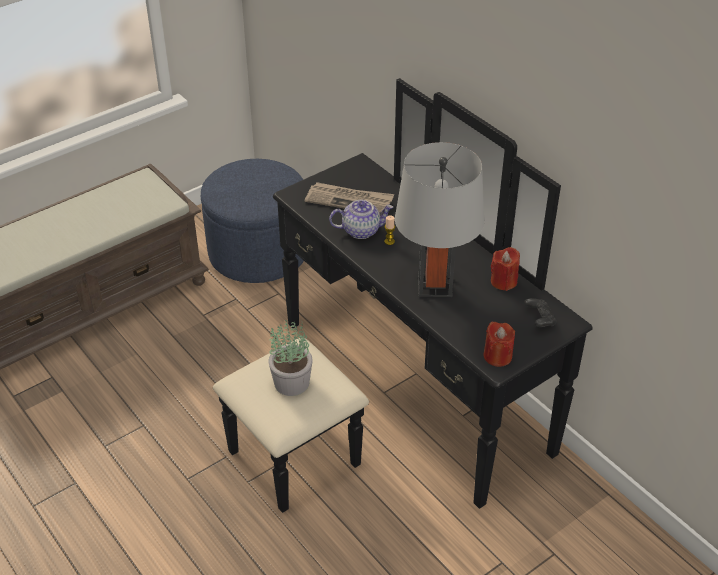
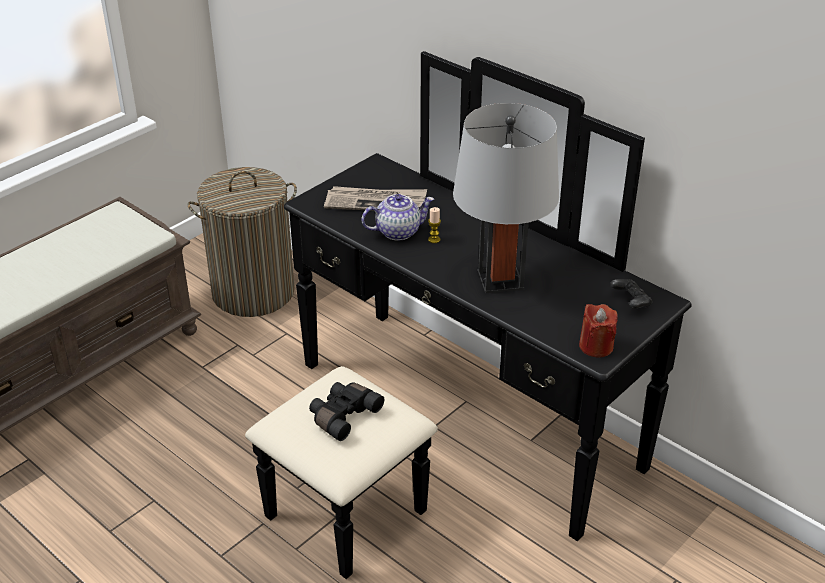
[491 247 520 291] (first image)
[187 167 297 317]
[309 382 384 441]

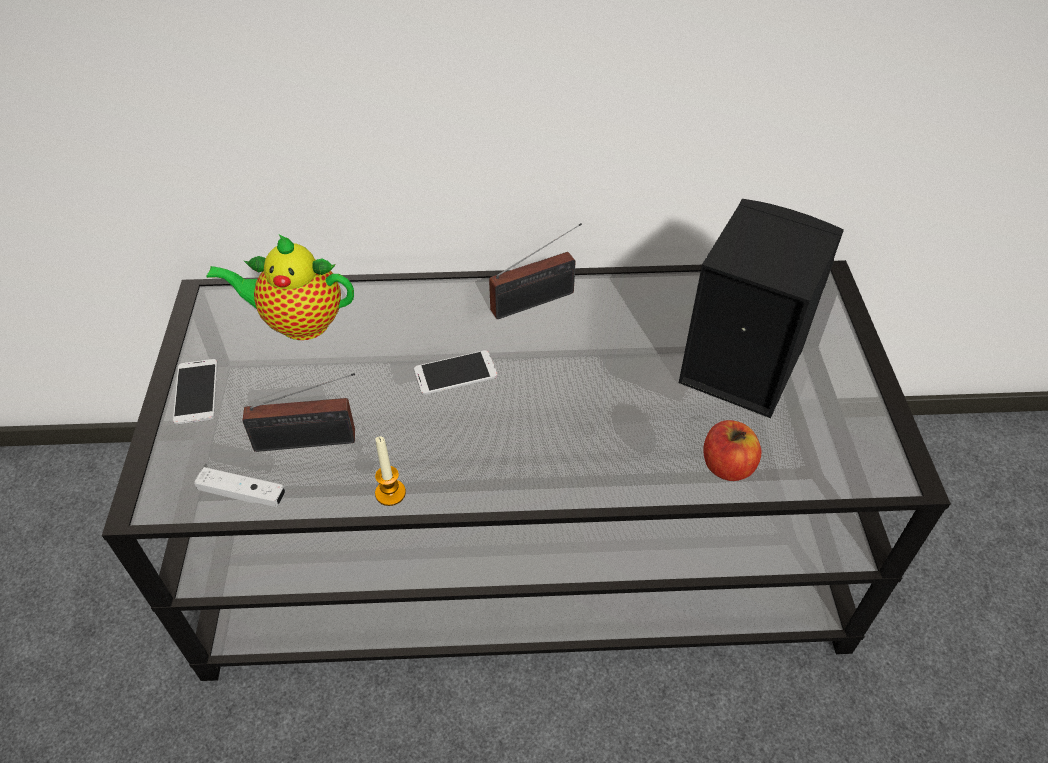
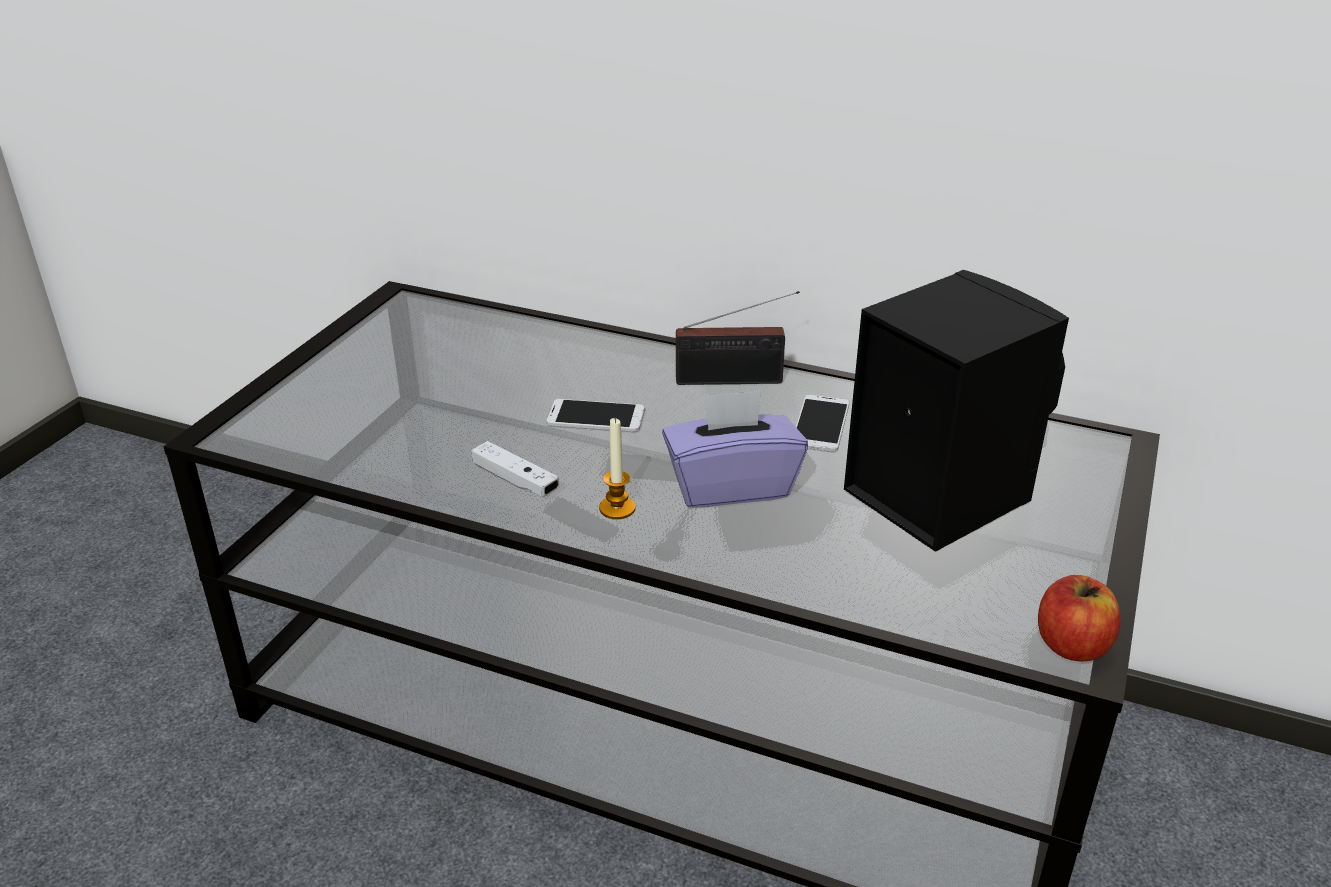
[207 234 354 340] (first image)
[243 373 355 452] (first image)
[662 390 808 508]
[796 395 849 452]
[471 441 559 497]
[599 418 636 519]
[1038 575 1121 661]

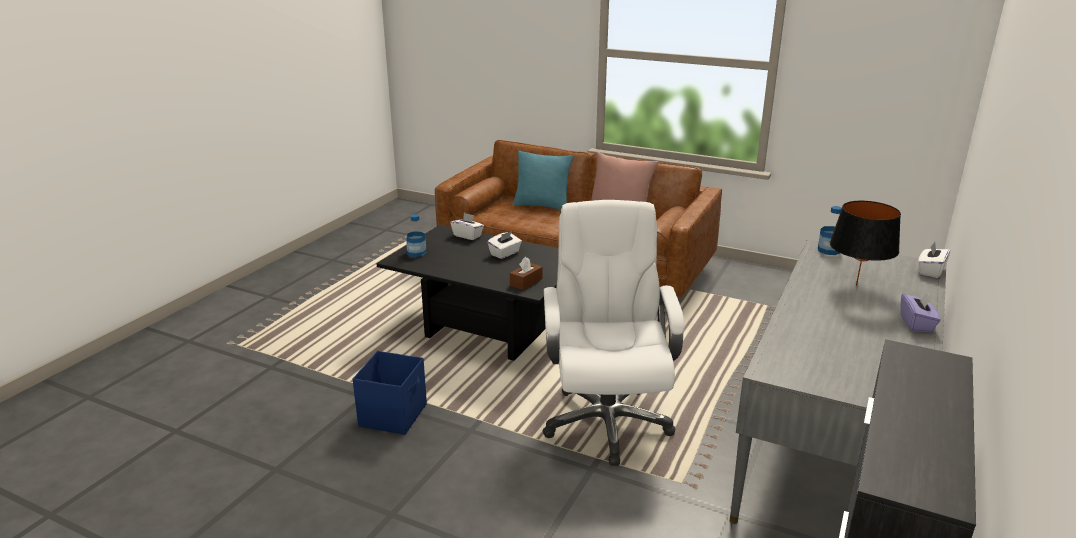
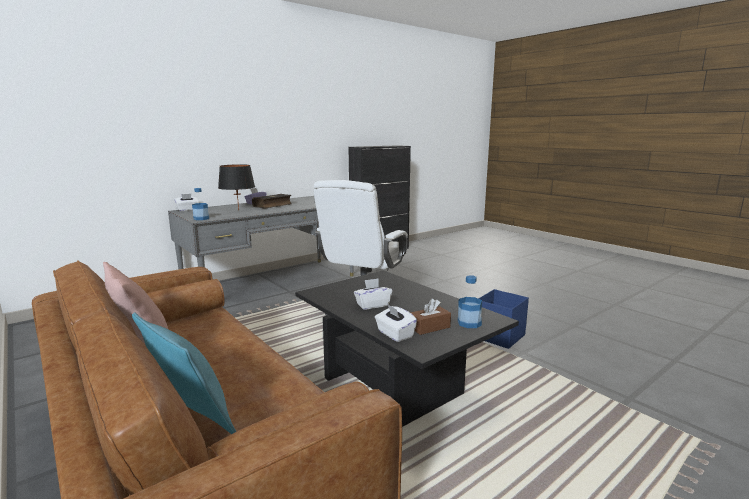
[252 194 291 208]
[411 299 451 335]

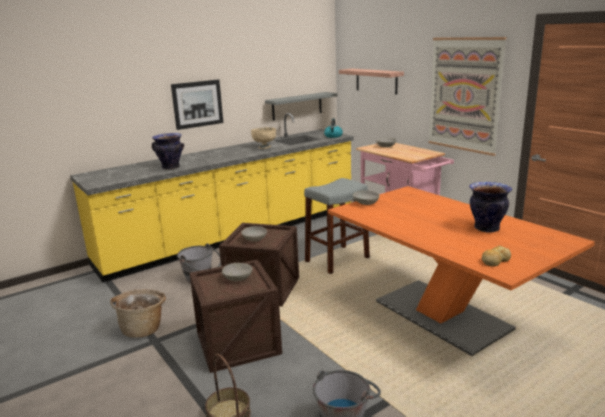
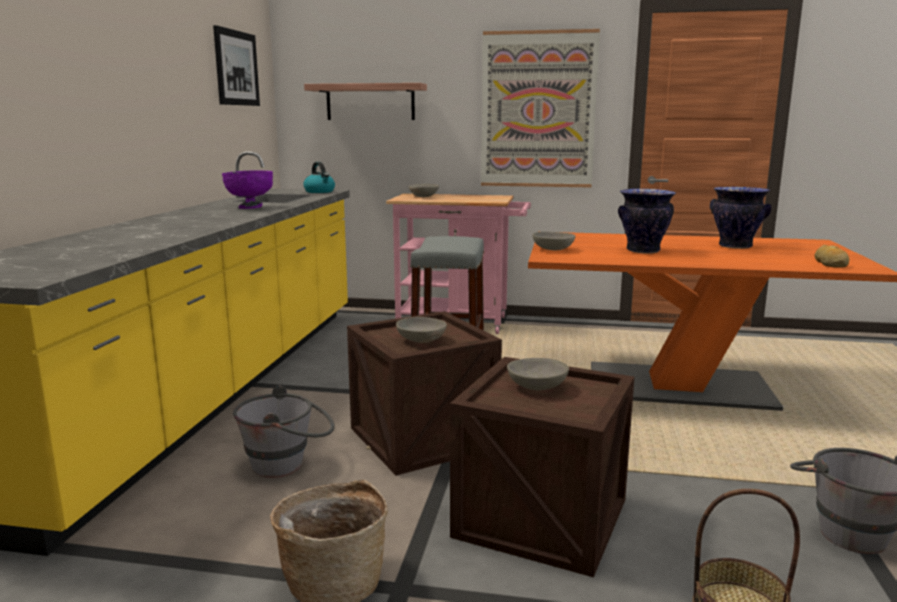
[265 92 338 121] (first image)
[618 189 676 254]
[213 25 260 106]
[222 170 273 209]

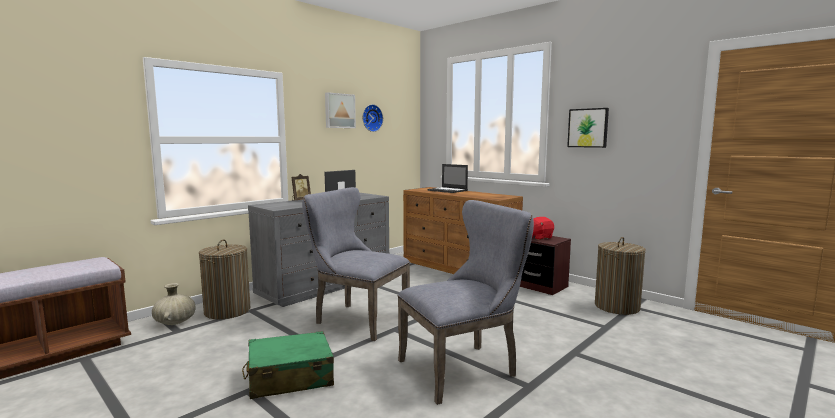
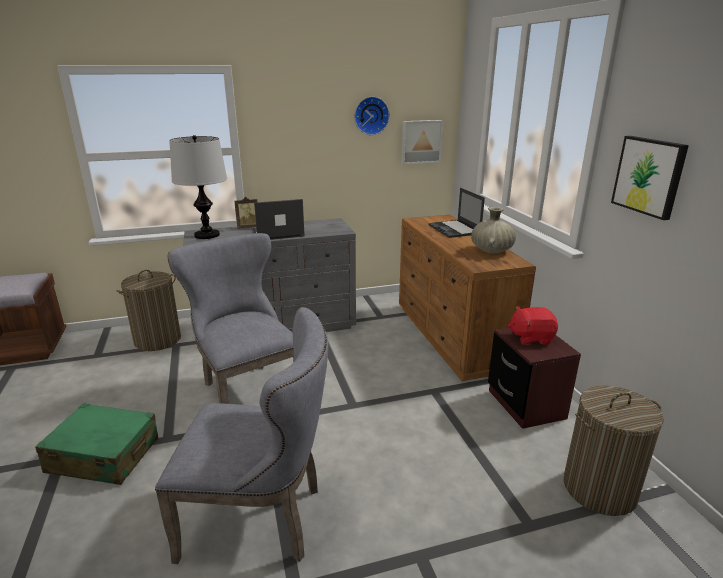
[169 135 227 239]
[471 207 516 253]
[401 120 443 164]

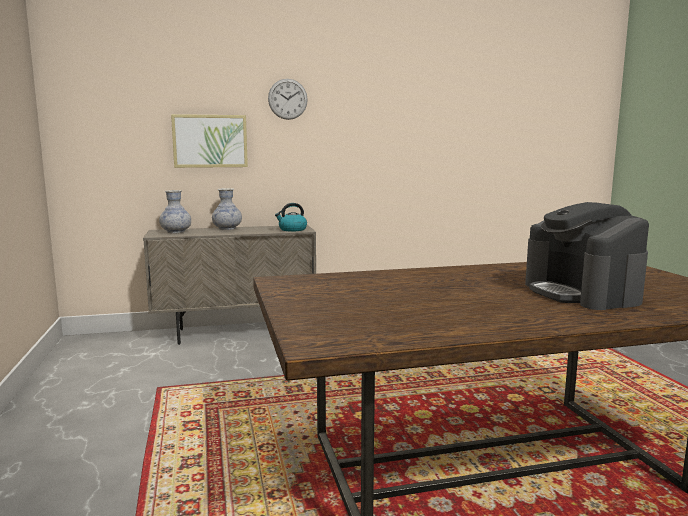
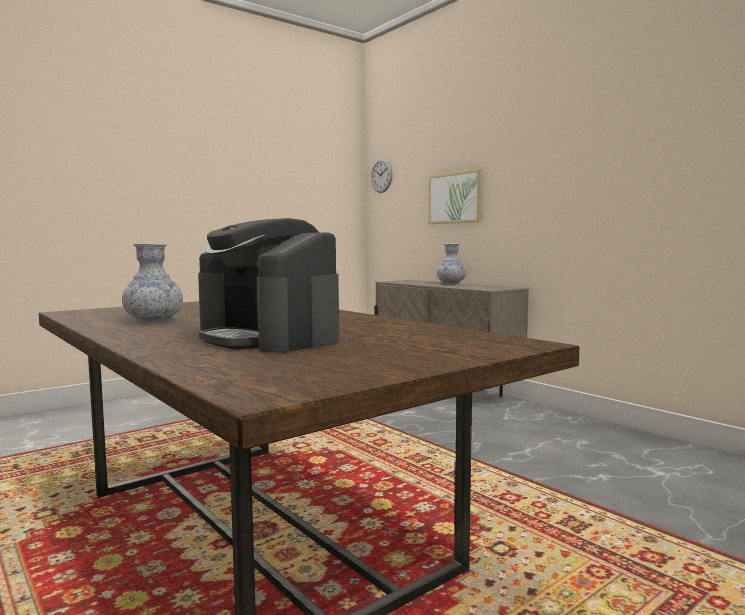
[275 203 307 232] (first image)
[122 243 183 323]
[371 158 393 193]
[198 218 340 353]

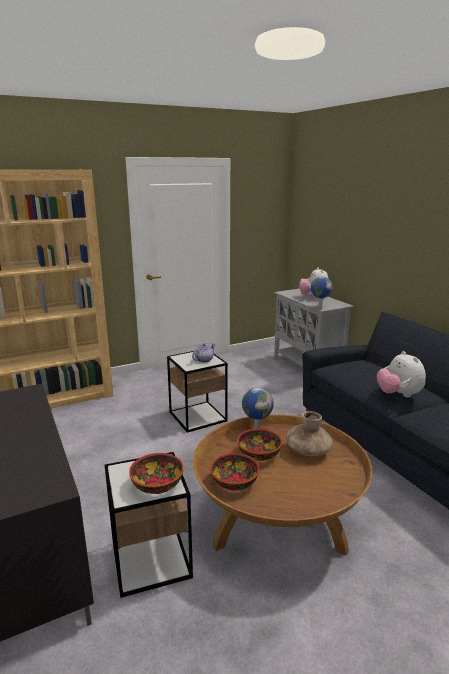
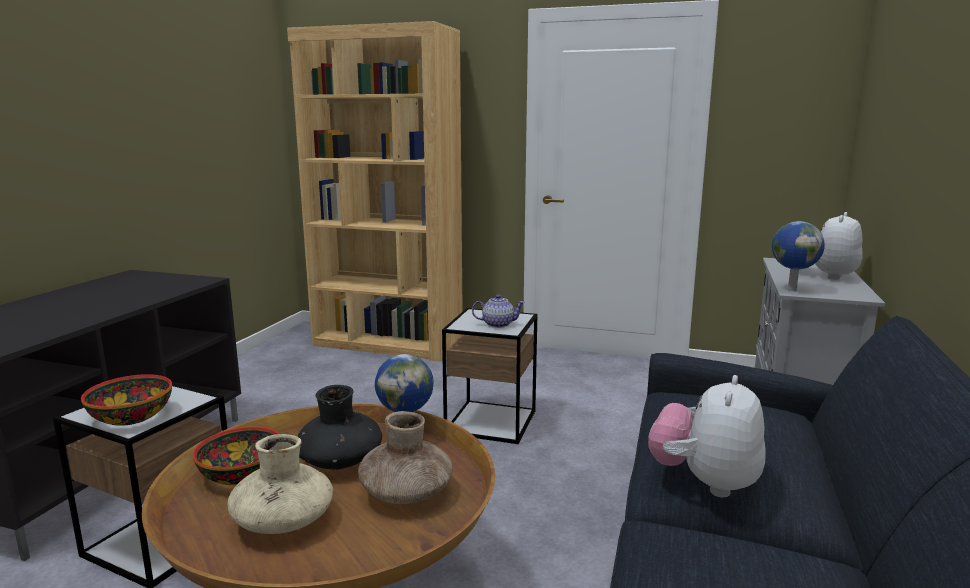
[228 434 333 534]
[297 385 382 469]

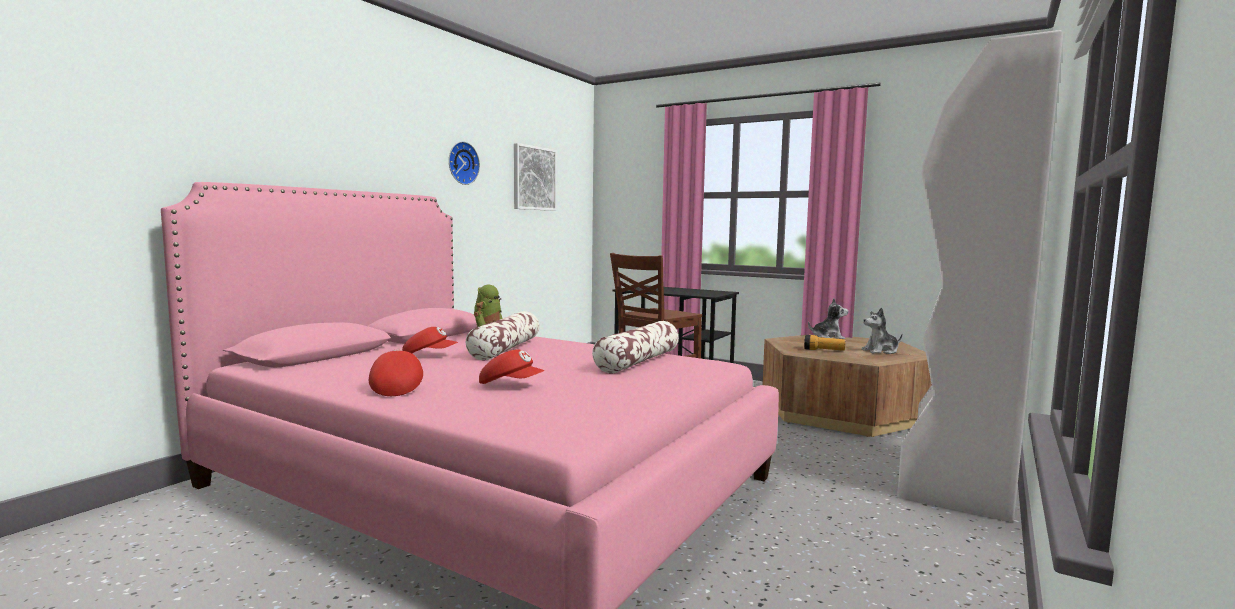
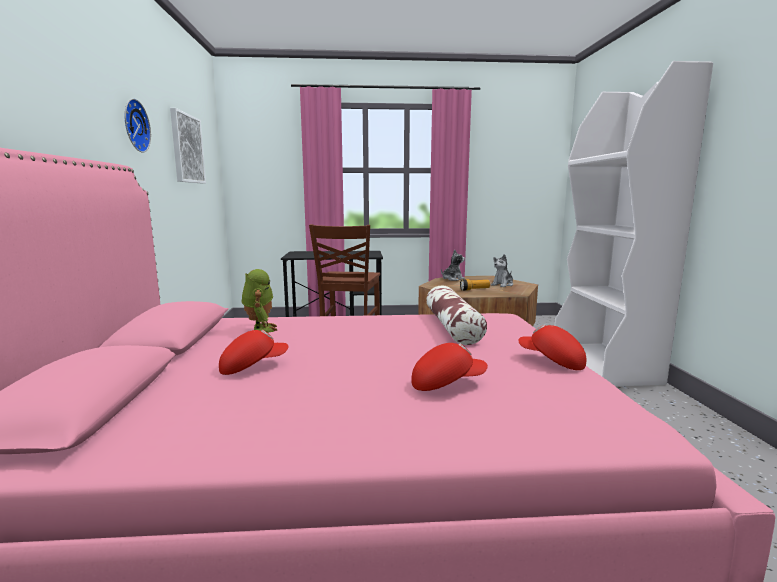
[465 311 539 360] (first image)
[518 325 586 370]

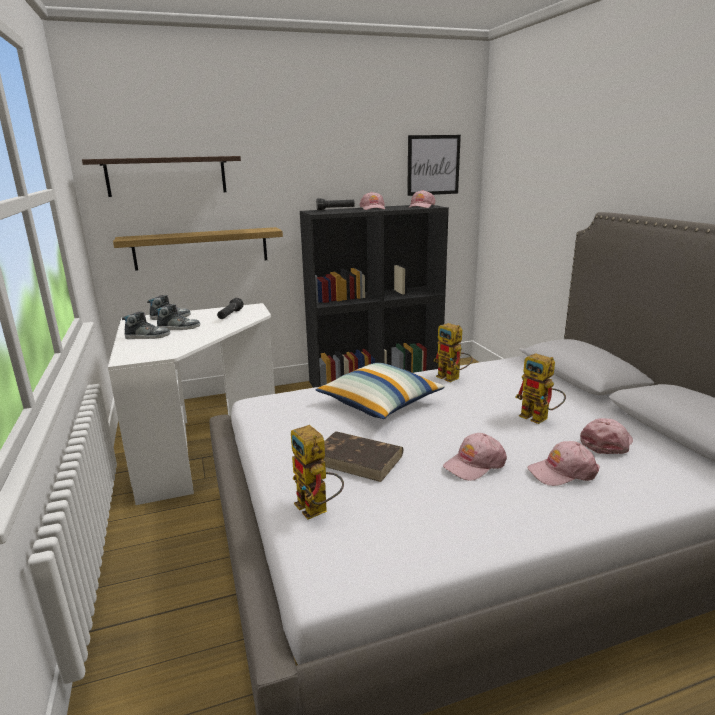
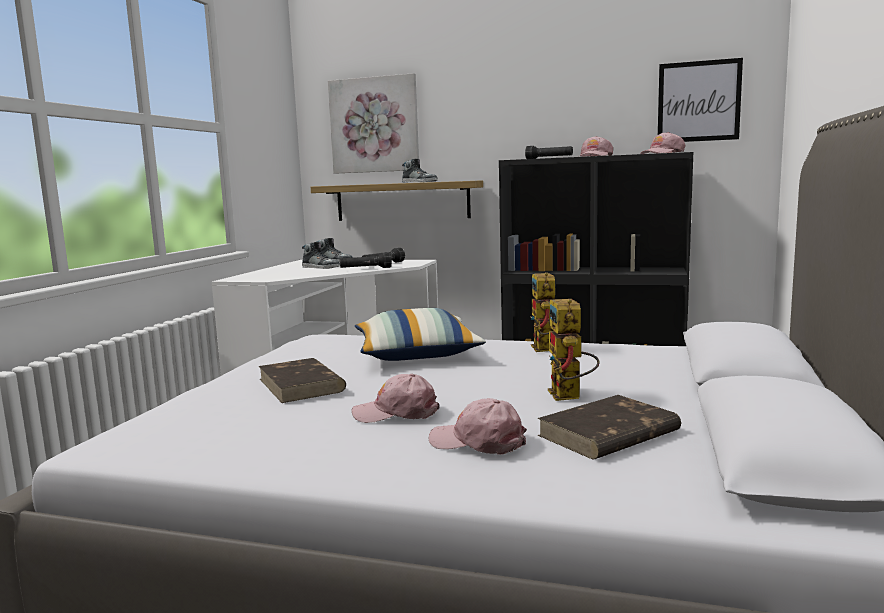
[291 425 344 519] (first image)
[340 252 392 268]
[402 159 437 183]
[328 73 419 173]
[538 395 681 460]

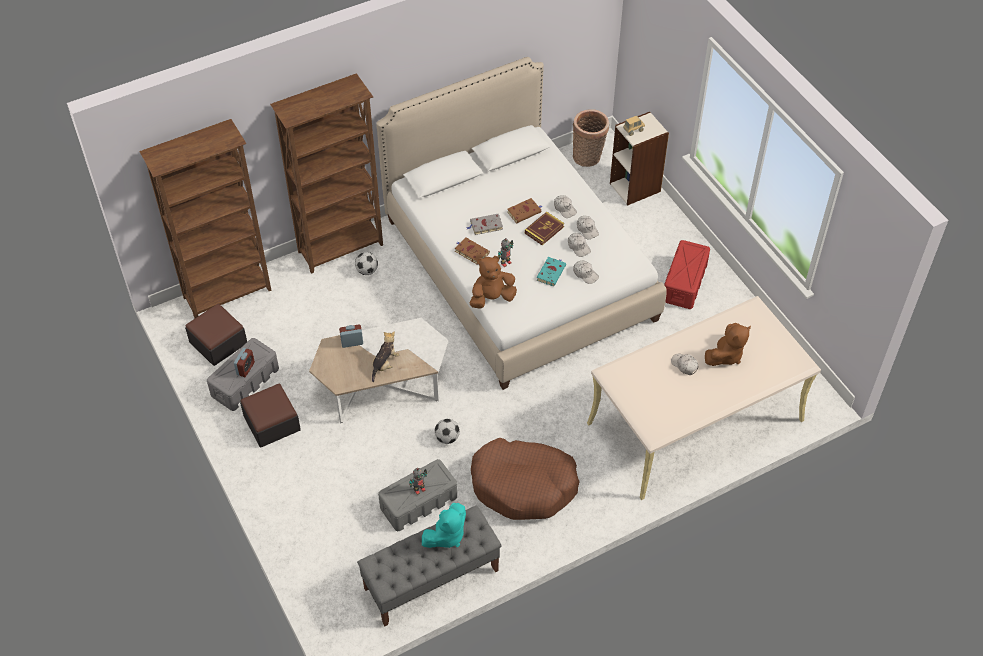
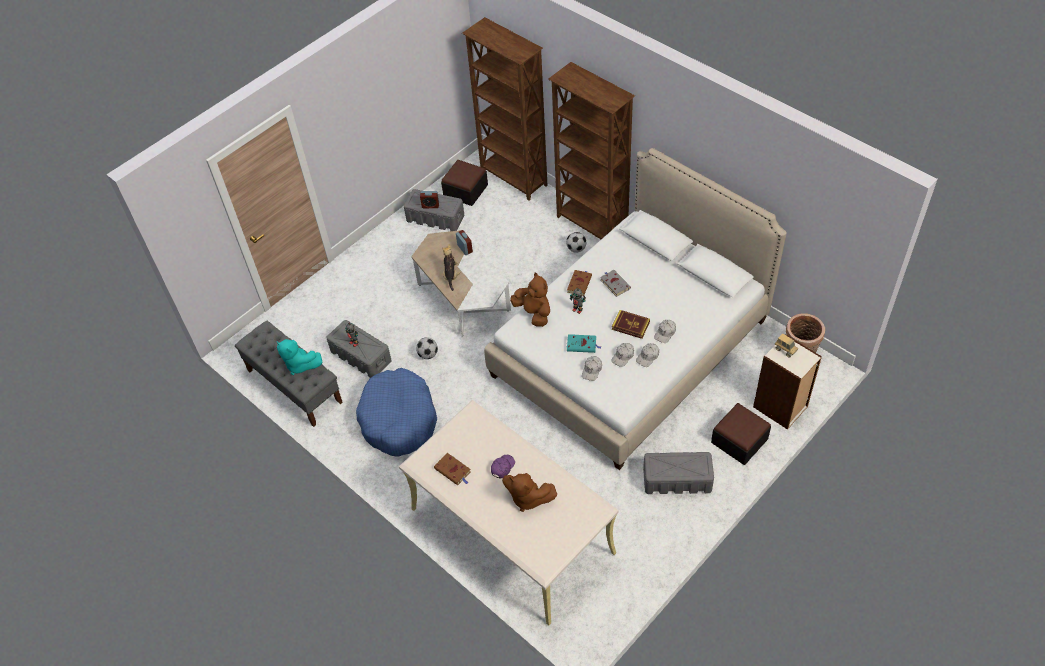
[711 403 771 465]
[434 453 471 485]
[356 368 437 457]
[643 452 714 494]
[491 455 515 479]
[442 244 460 291]

